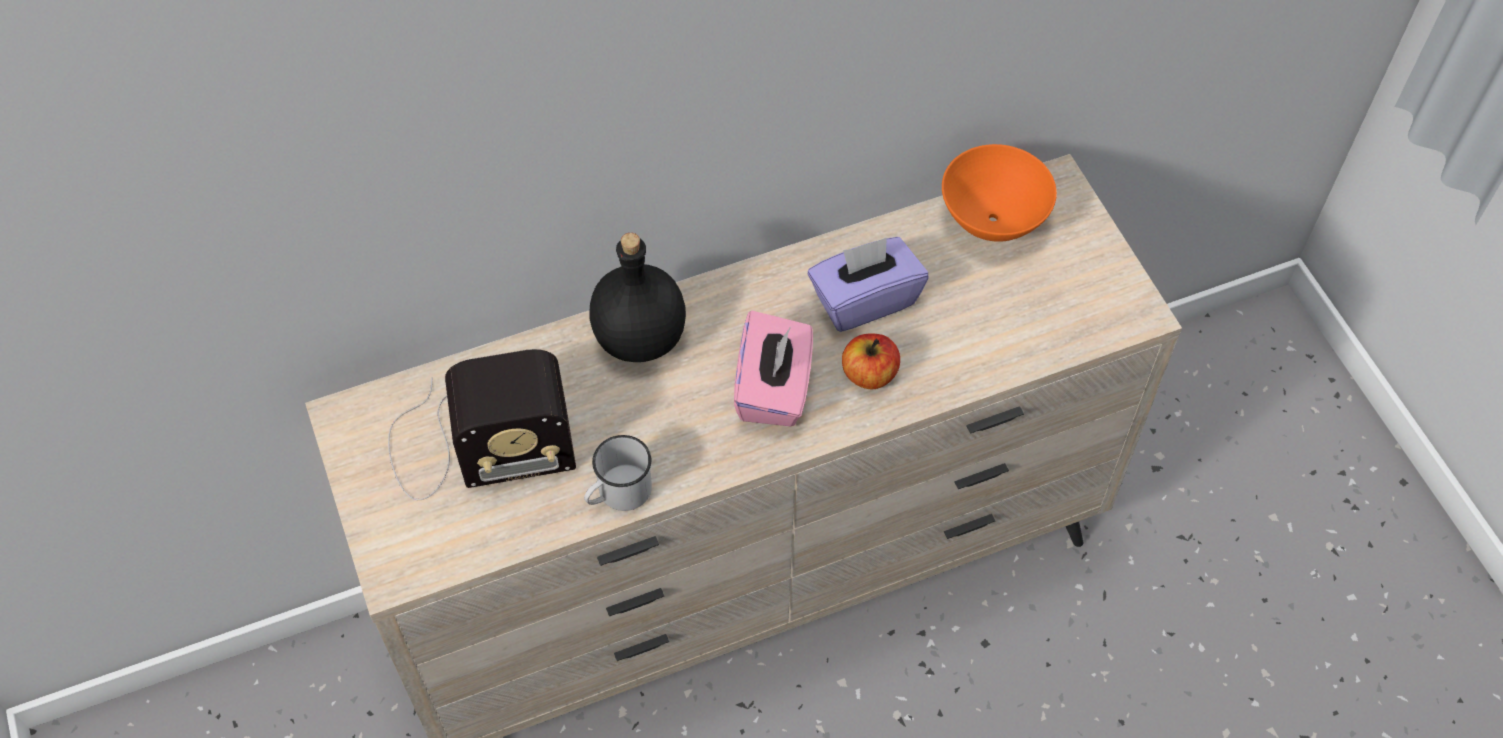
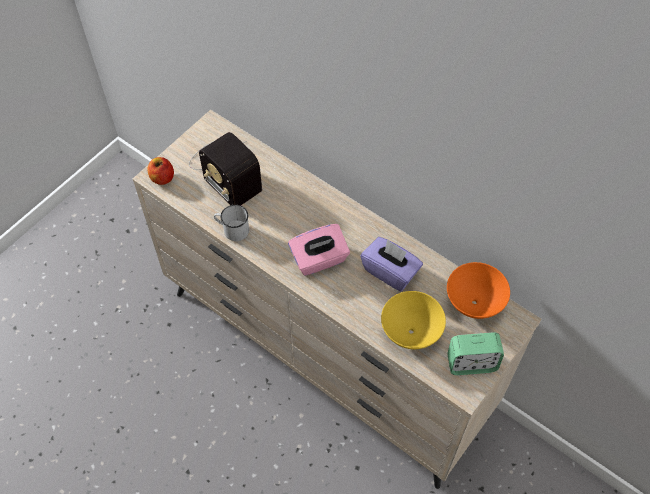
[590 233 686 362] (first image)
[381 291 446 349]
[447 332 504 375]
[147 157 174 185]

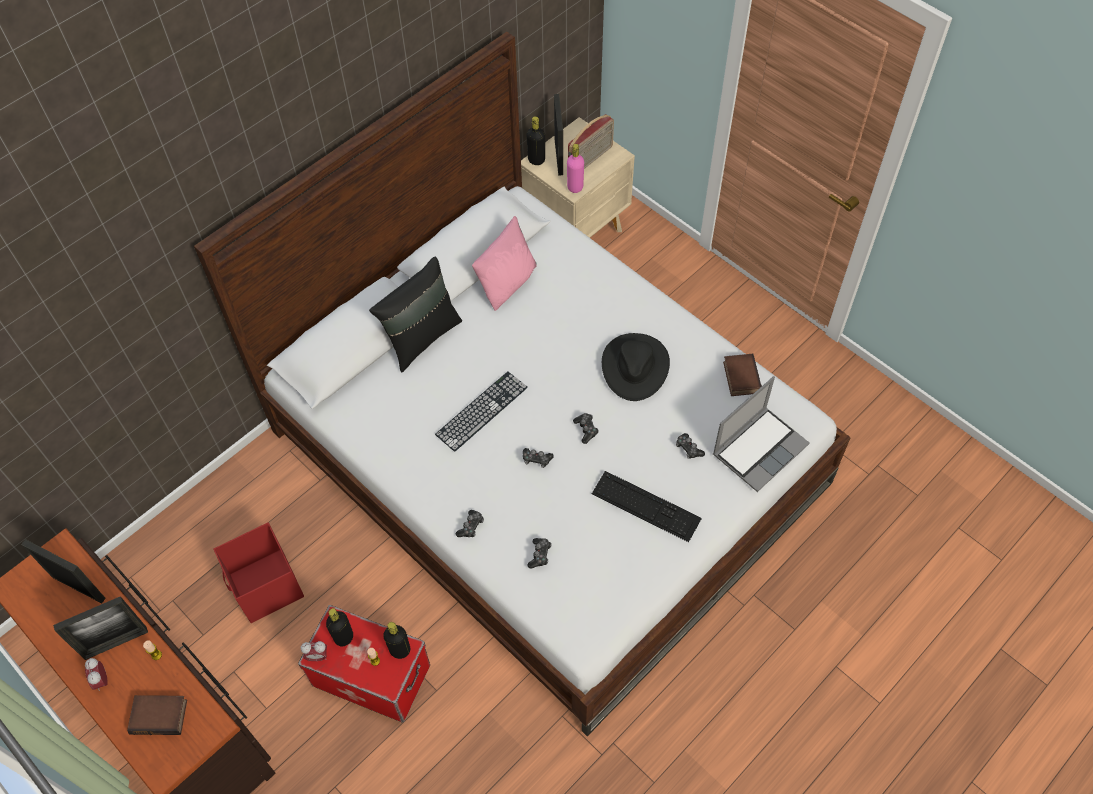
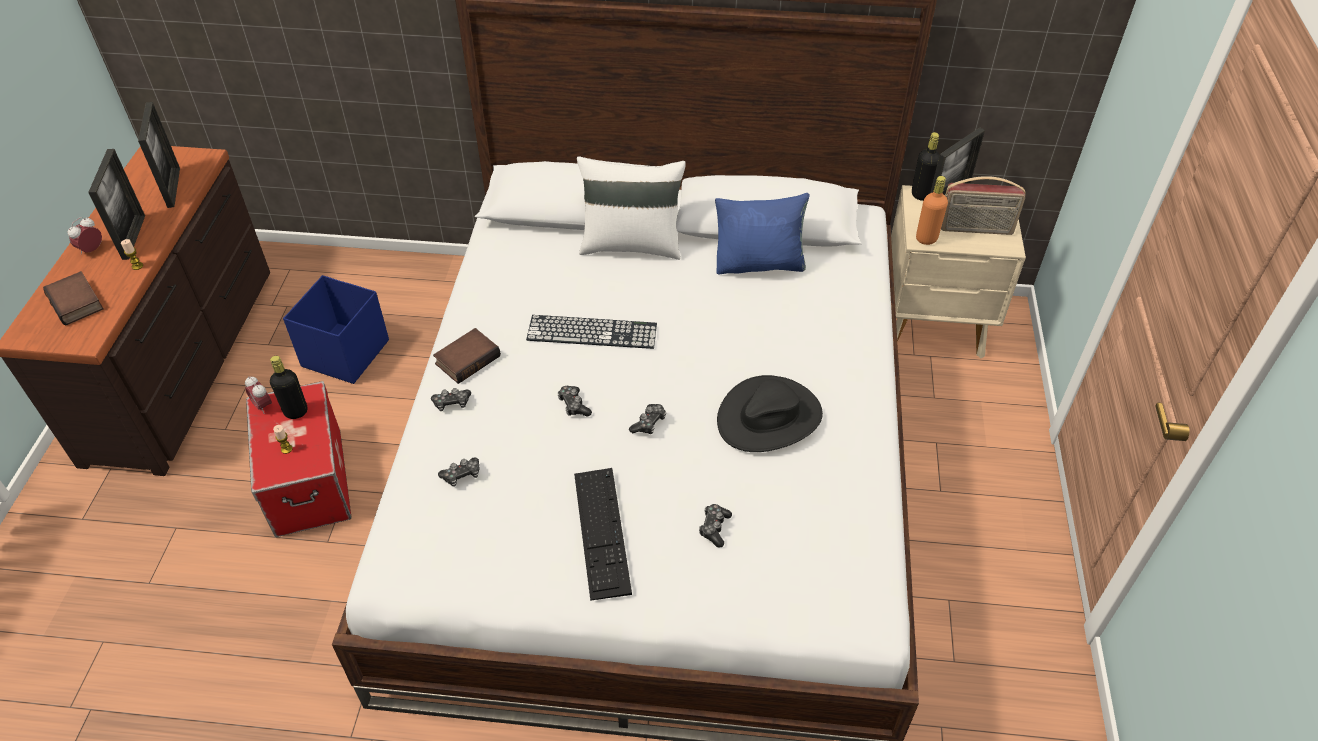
[383 622 410 659] (first image)
[713 376 809 492] (first image)
[433 328 501 384]
[283 275 389 384]
[577 156 686 260]
[715 193 809 274]
[916 176 948 245]
[88 149 145 260]

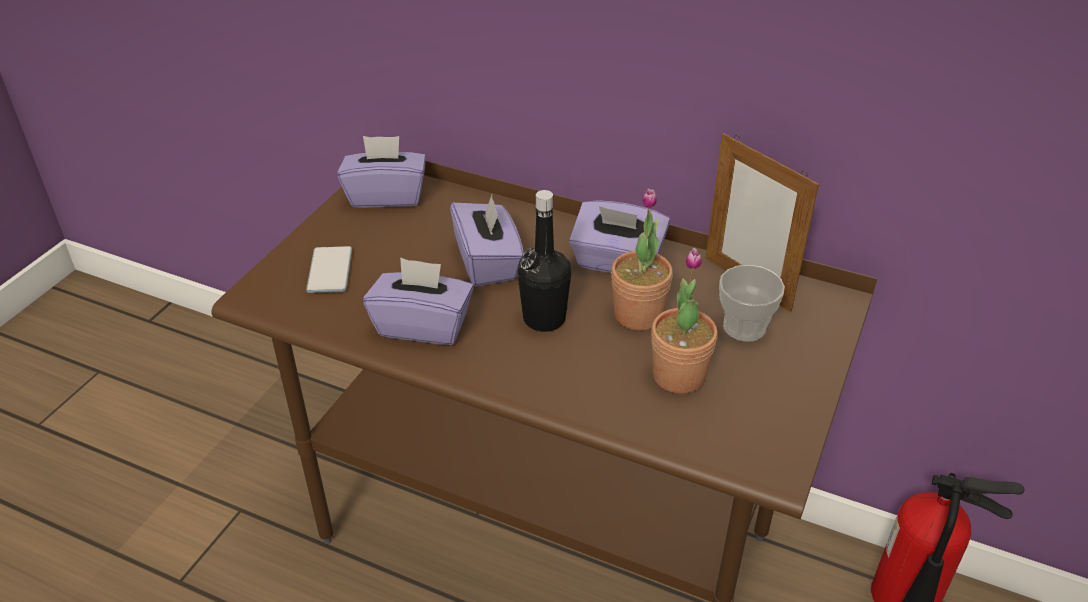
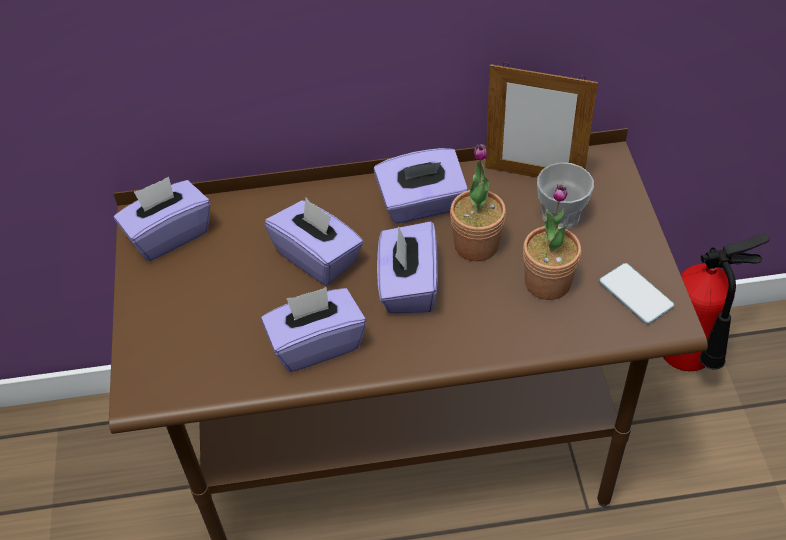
[599 263 674 324]
[377 221 438 313]

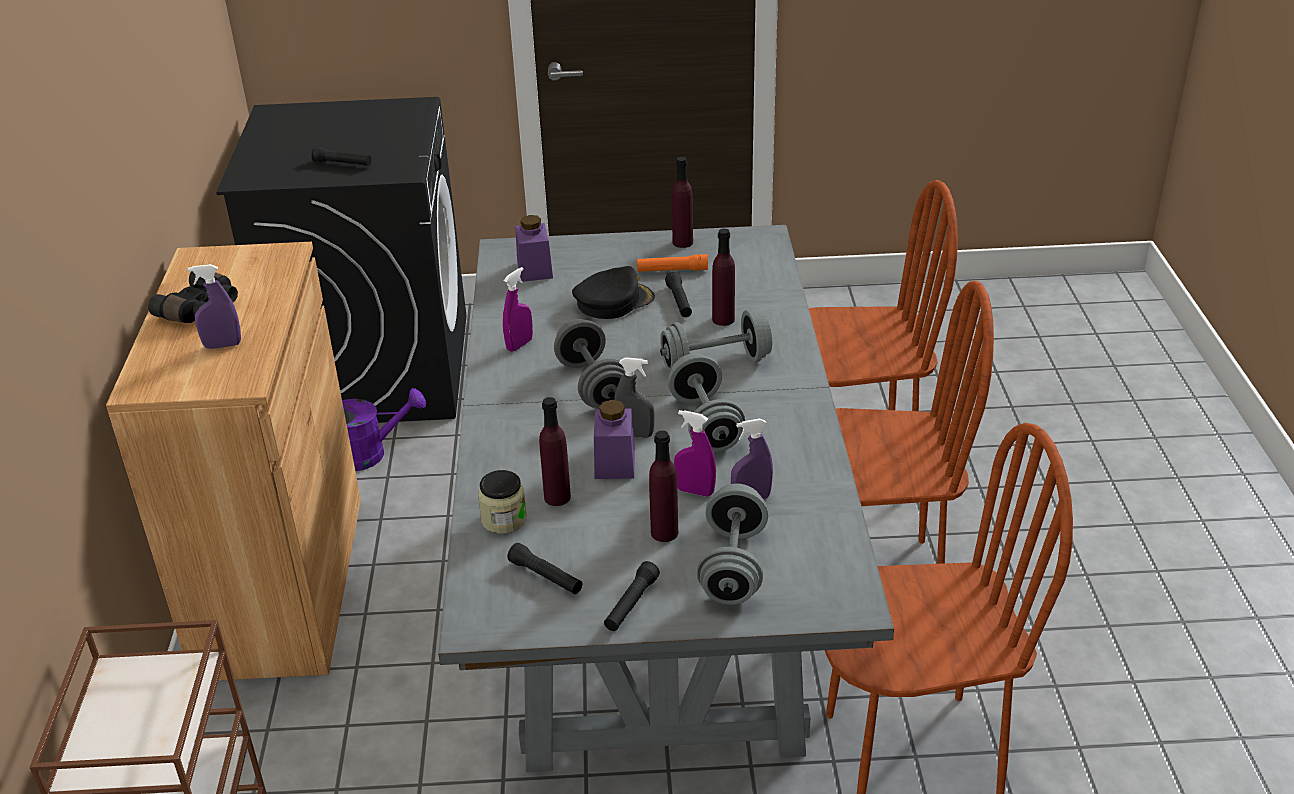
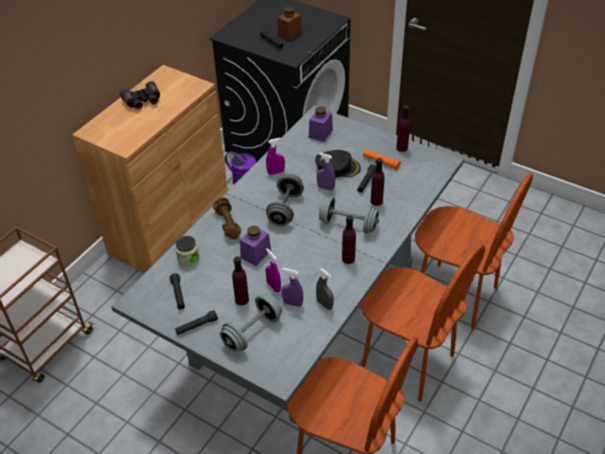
[668 353 745 452] (first image)
[213 198 241 240]
[278 7 302 41]
[317 153 335 191]
[342 215 356 264]
[316 268 334 310]

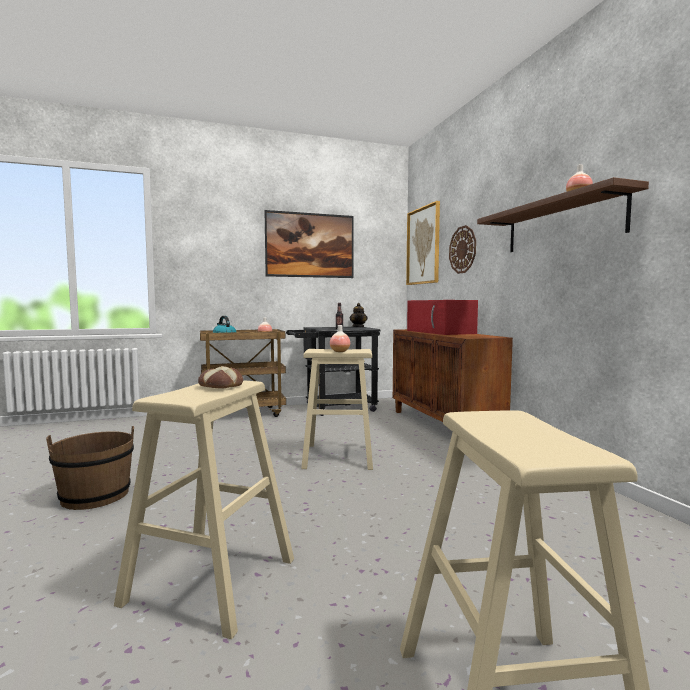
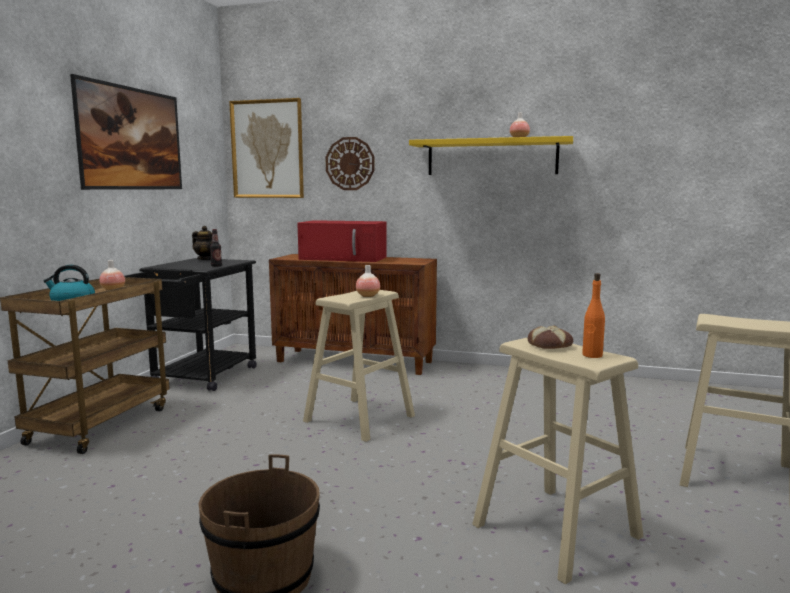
[582 273 605 358]
[409 136 573 175]

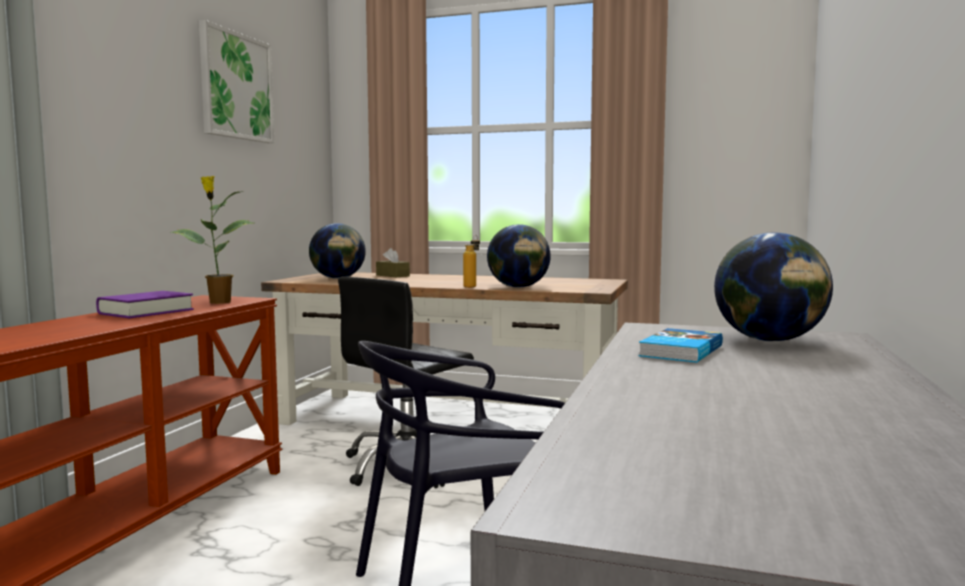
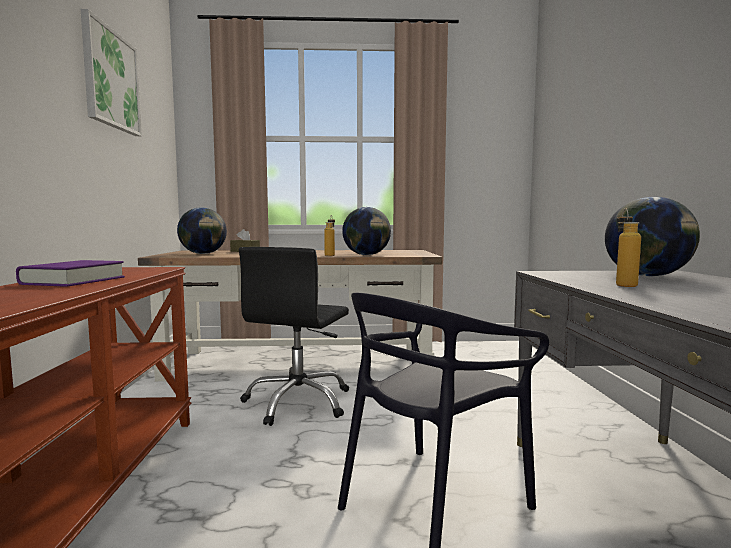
[171 176 254 304] (first image)
[616 208 641 287]

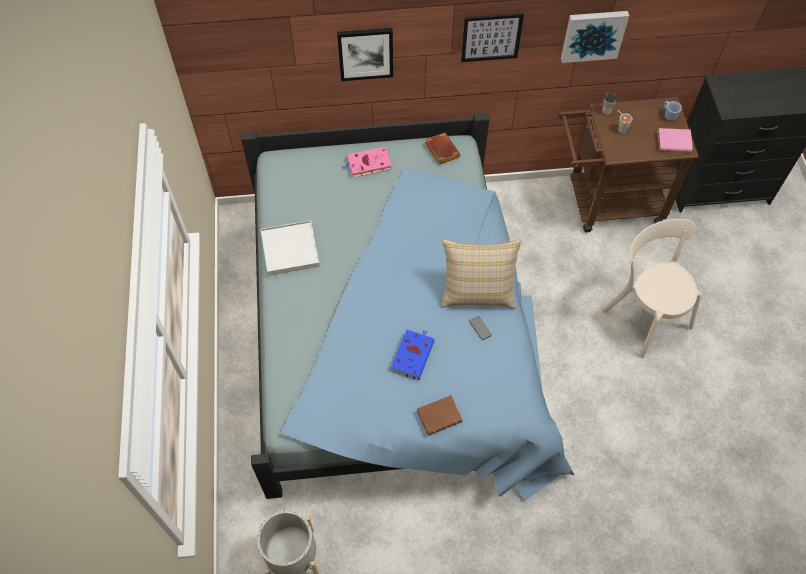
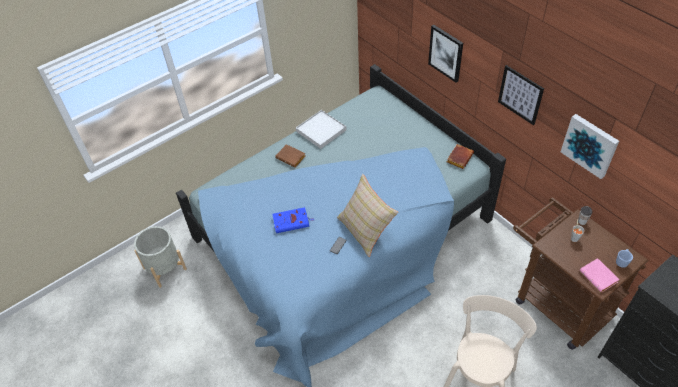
[342 147 392 178] (first image)
[275 144 306 168]

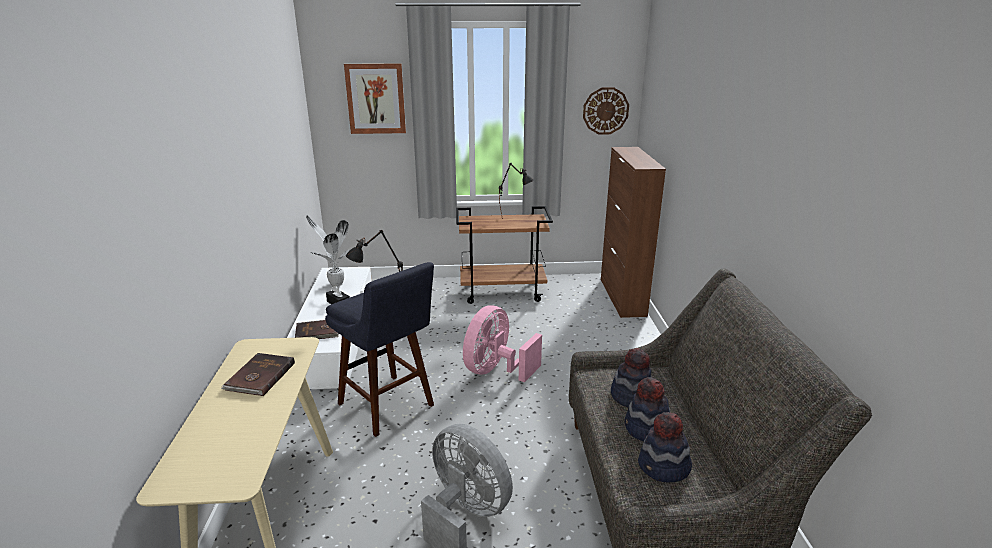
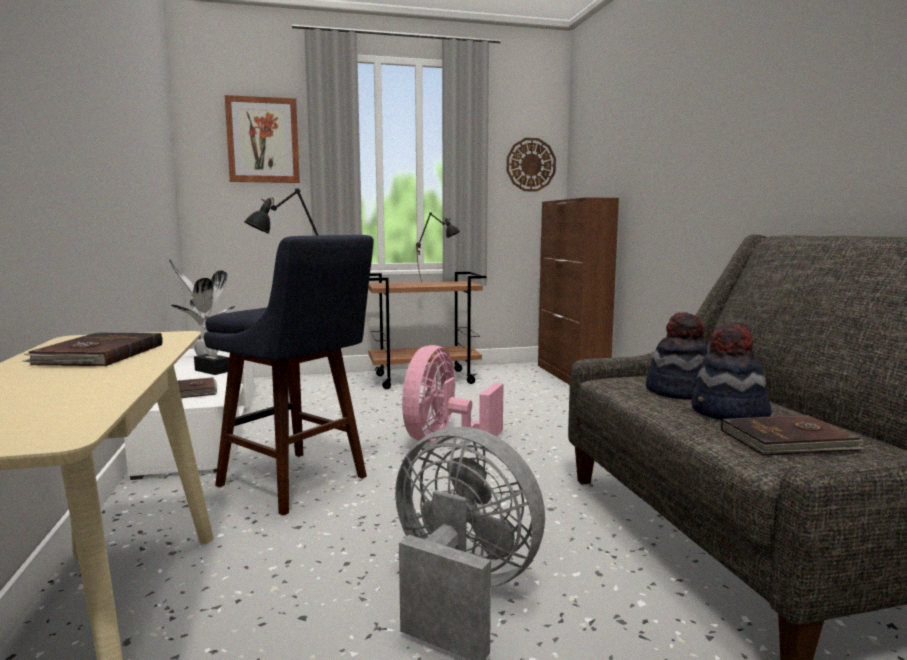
[721 415 866 456]

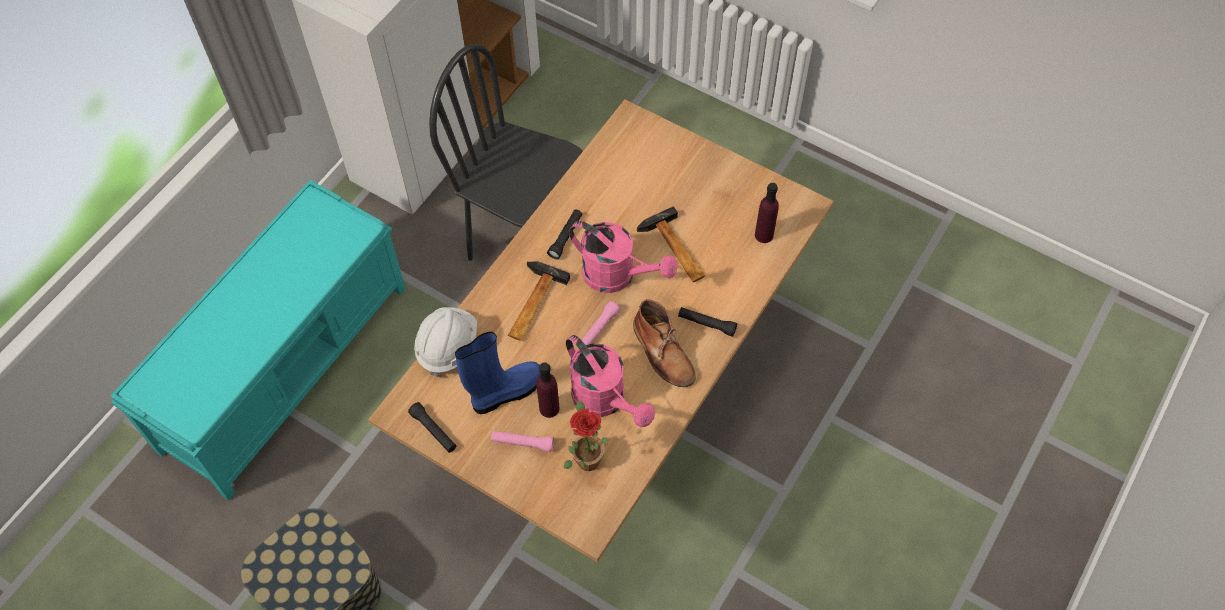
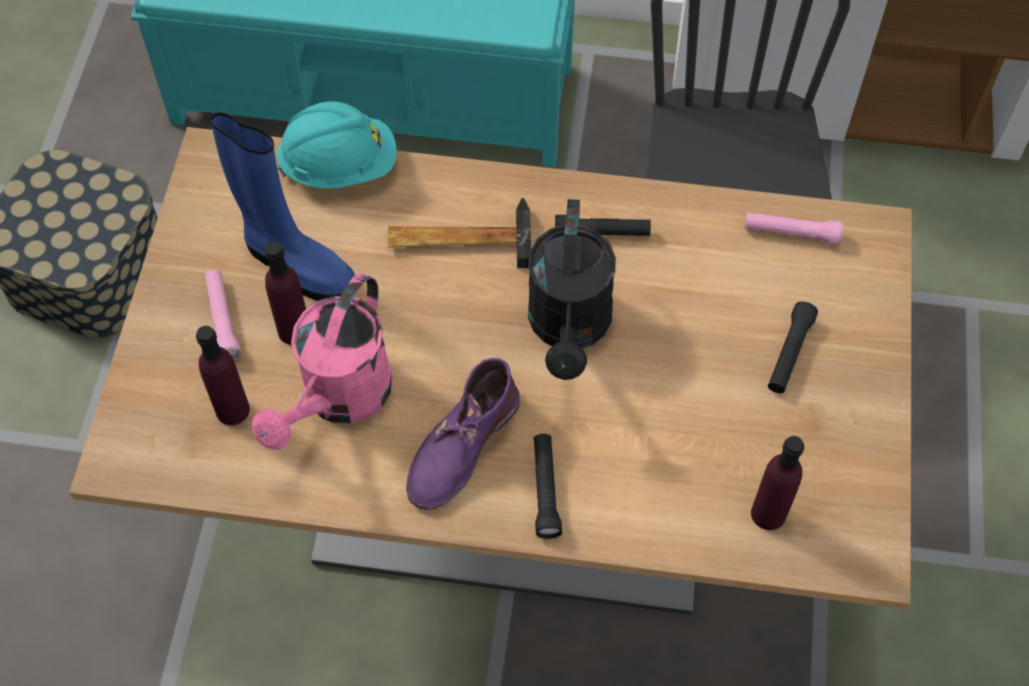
[637 206 705 282] (first image)
[768 301 818 393]
[745 212 843 245]
[196 326 250 425]
[277 101 397 188]
[528 199 616 380]
[406 358 520 510]

